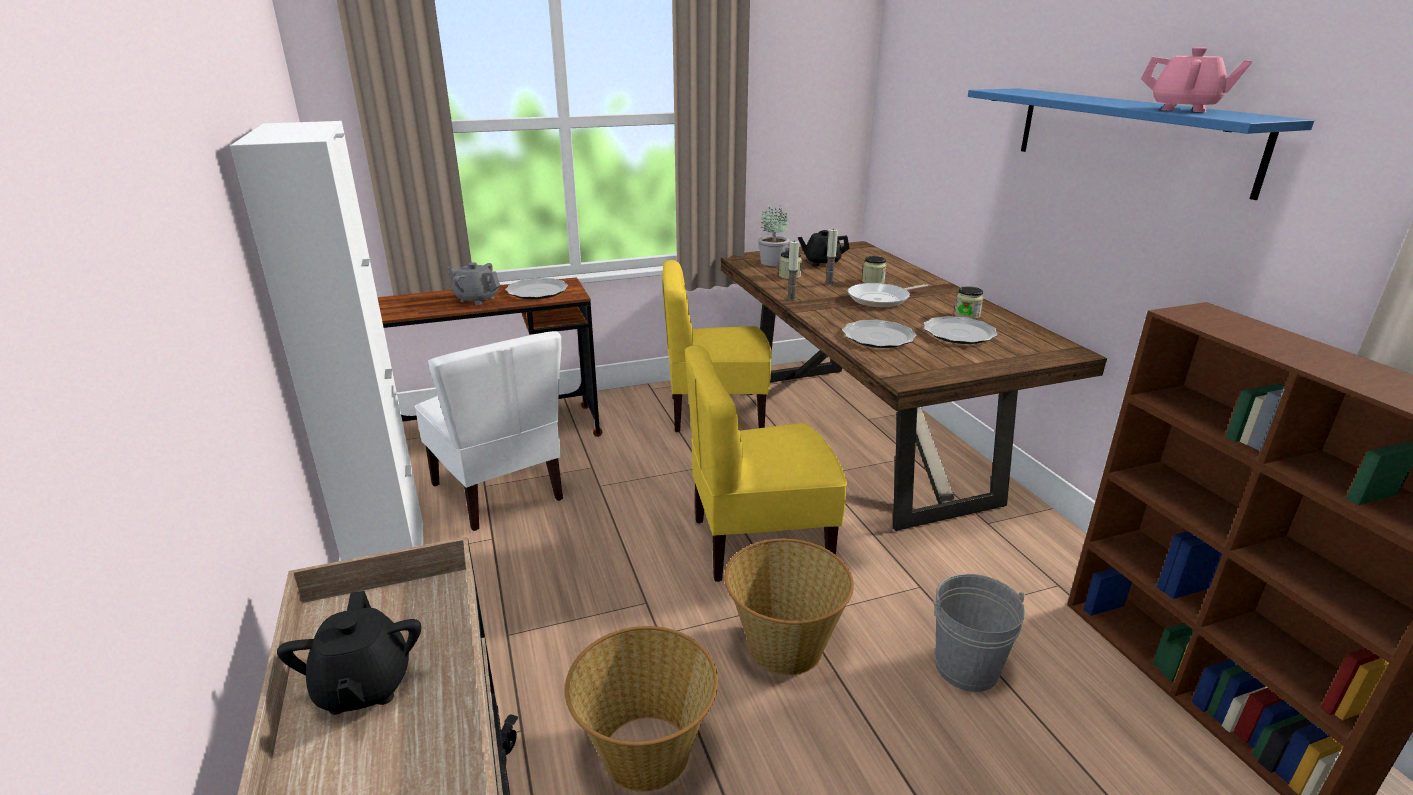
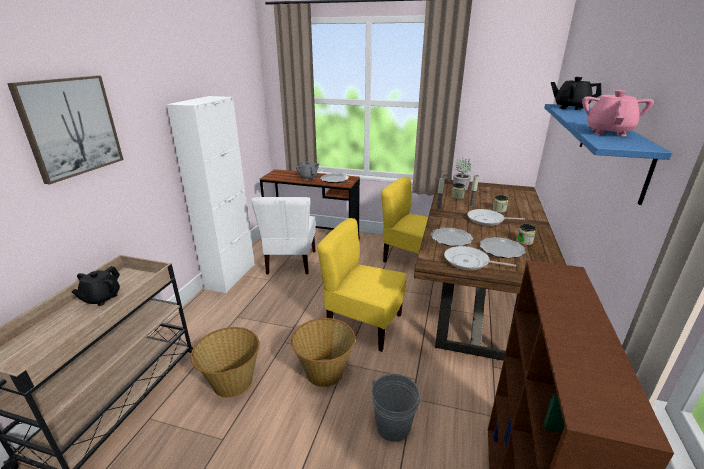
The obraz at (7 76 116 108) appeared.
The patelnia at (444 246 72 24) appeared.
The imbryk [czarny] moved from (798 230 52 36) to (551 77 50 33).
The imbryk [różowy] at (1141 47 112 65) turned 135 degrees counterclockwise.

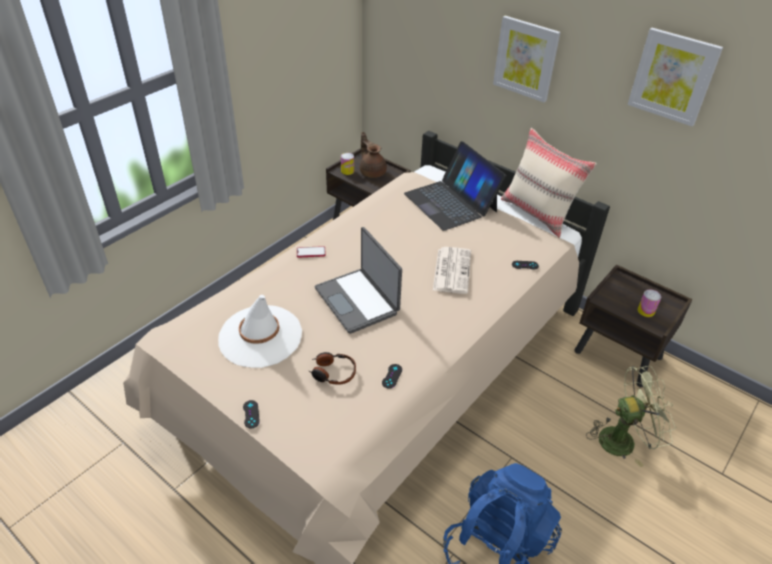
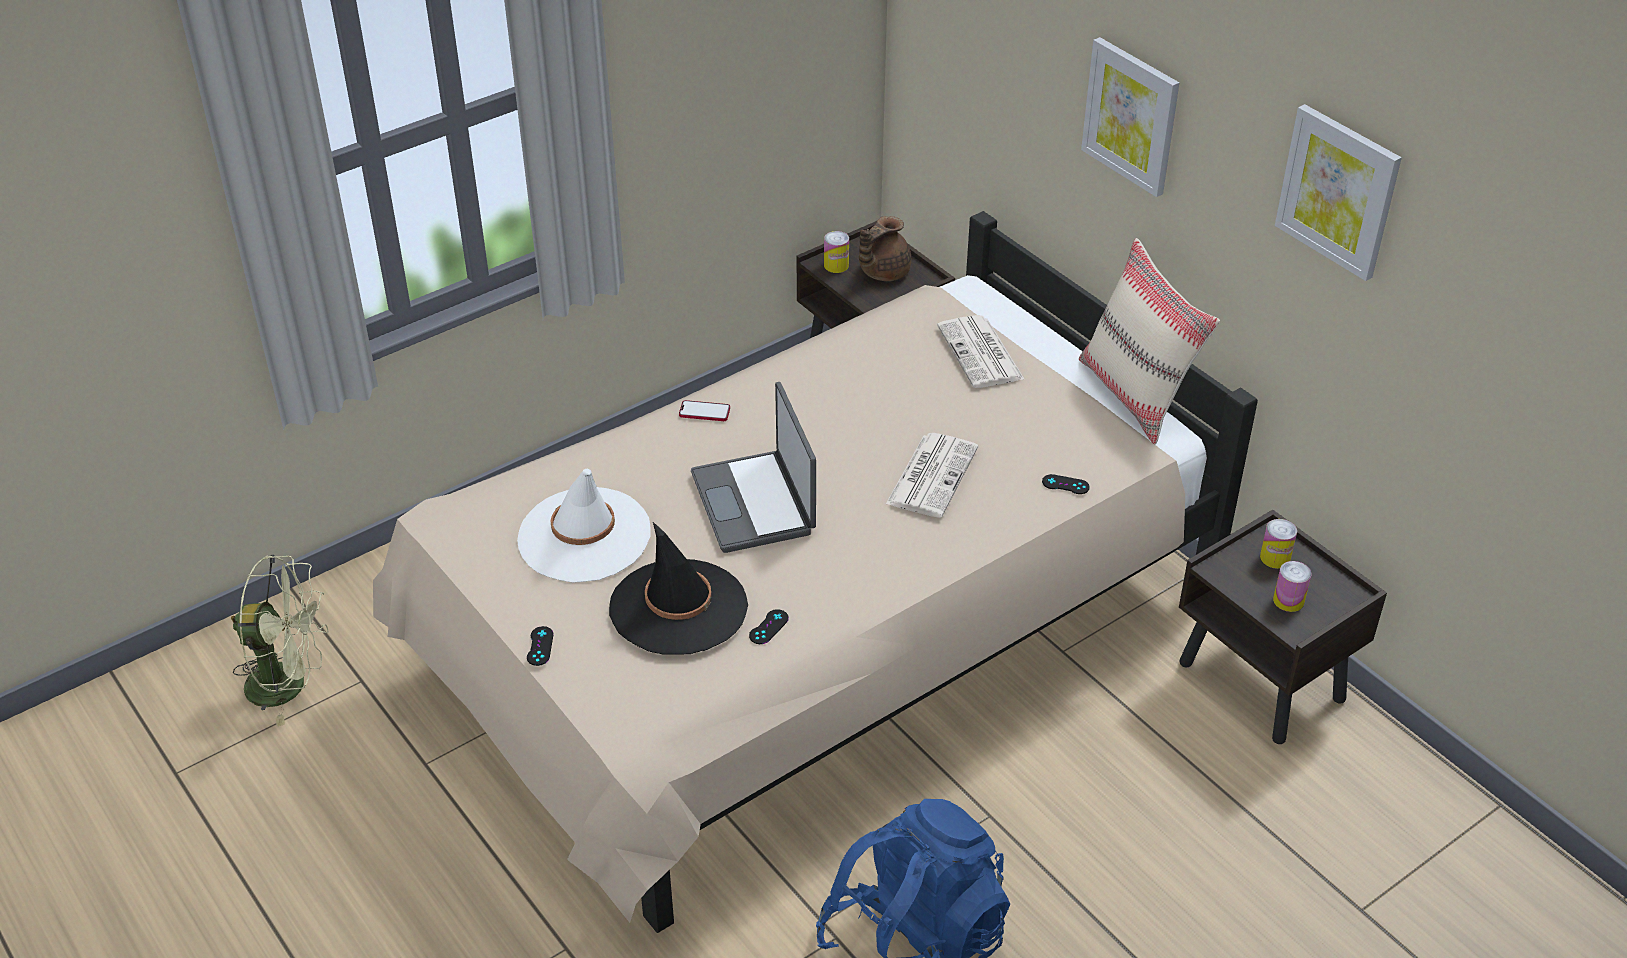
The wentylator [zielony] moved from (586 366 90 101) to (231 555 98 171).
The słuchawki at (309 352 47 33) was replaced by the kapelusz [czarny] at (609 522 139 133).
The imbryk [brązowy] at (360 132 27 46) turned 120 degrees counterclockwise.
The laptop at (404 141 102 90) was replaced by the gazeta at (937 315 88 73).
The puszka at (1260 519 37 50) appeared.

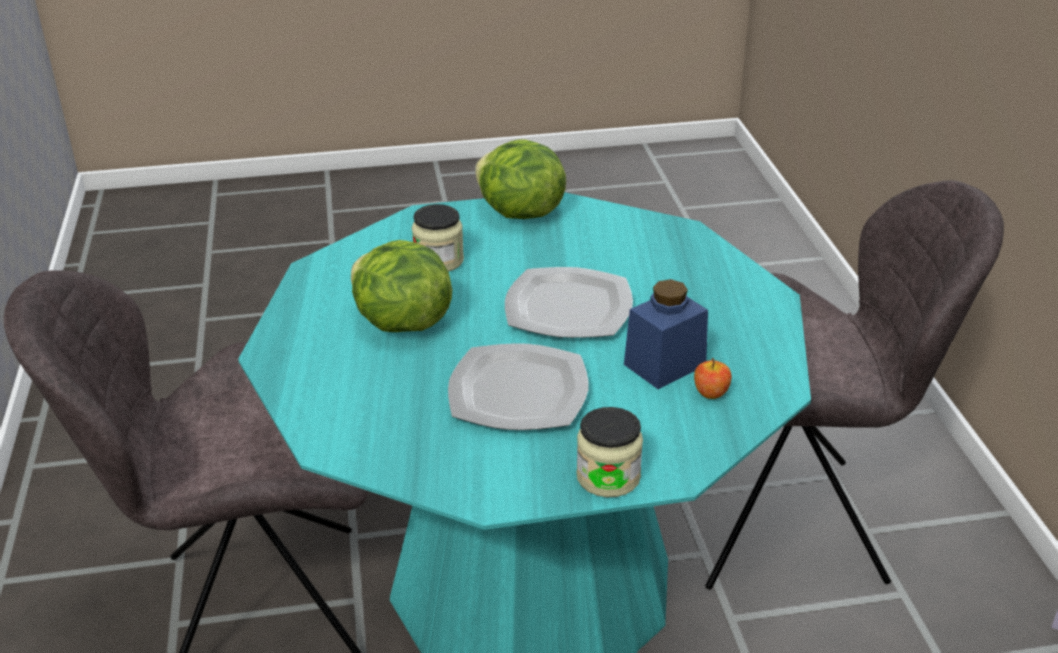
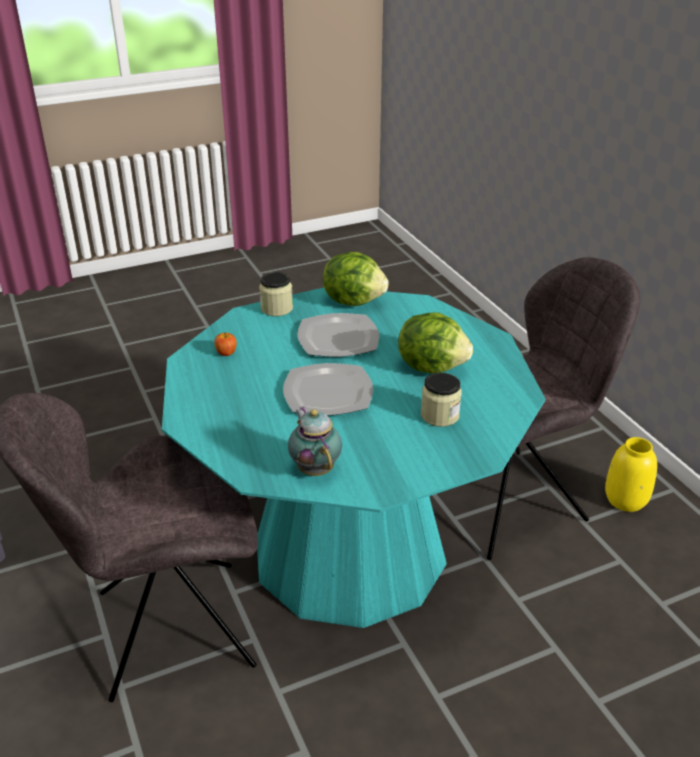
The imbryk at (288 407 54 69) appeared.
The sałata moved from (475 139 91 80) to (323 252 66 54).
The wazon [żółty] at (605 437 52 75) appeared.
The słoik [niebieski] at (624 279 84 110) disappeared.

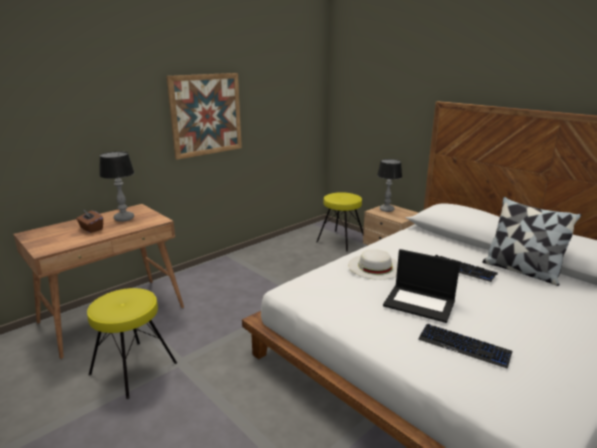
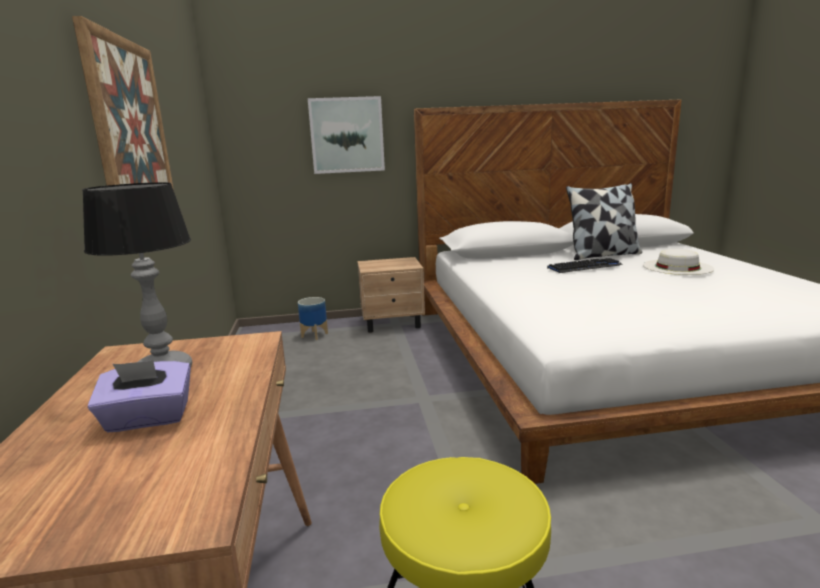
The pudełko chusteczek [brązowy] at (76 209 27 24) became the pudełko chusteczek [fioletowy] at (88 360 103 72).
The stołek [żółty] at (316 192 47 60) was replaced by the donica at (298 297 30 43).
The obraz at (308 96 77 78) appeared.
The kapelusz [biały] moved from (348 249 50 31) to (643 249 71 26).
The lampa stołowa at (377 159 25 53) disappeared.
The laptop at (383 249 77 74) disappeared.
The klawiatura at (418 324 94 45) disappeared.

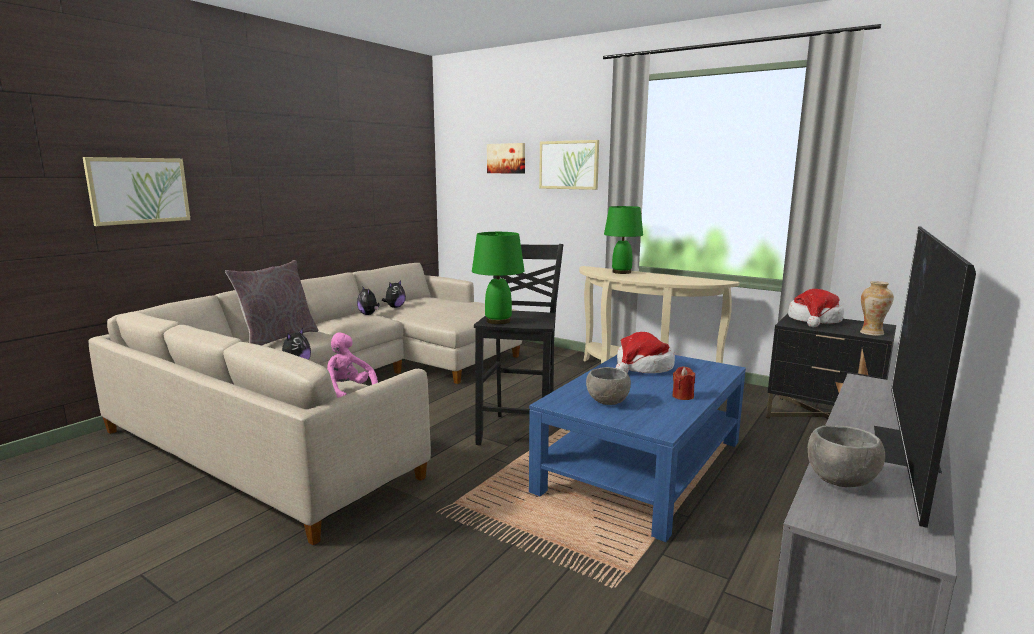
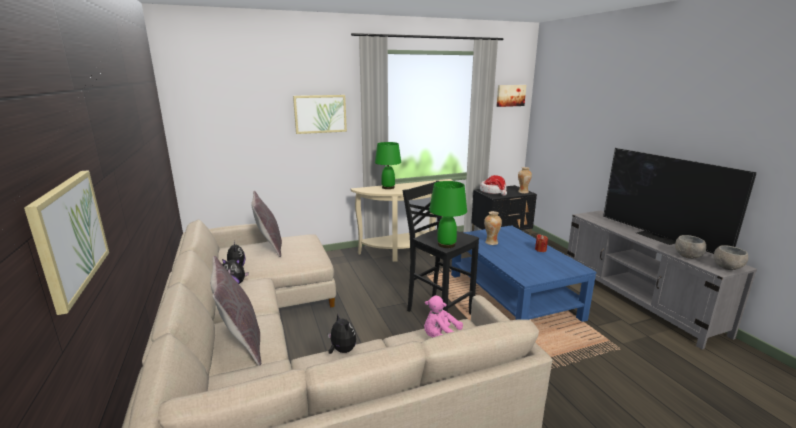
The poduszka [szary] at (251 191 31 66) appeared.
The kapelusz at (616 332 59 41) was replaced by the wazon at (484 211 18 34).
The obraz moved from (487 143 38 30) to (497 85 29 22).
The miska [szary] moved from (586 367 45 38) to (714 245 34 25).

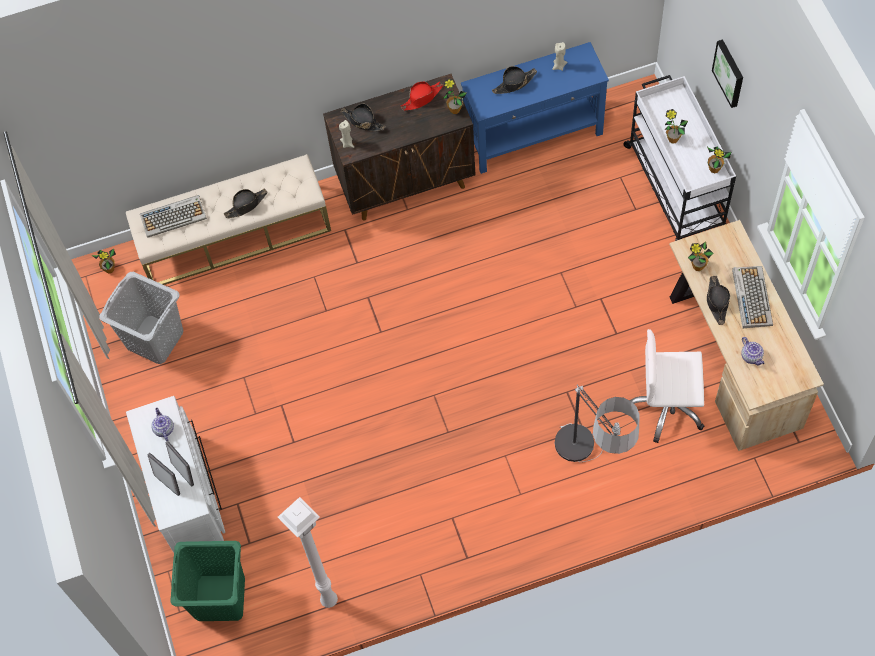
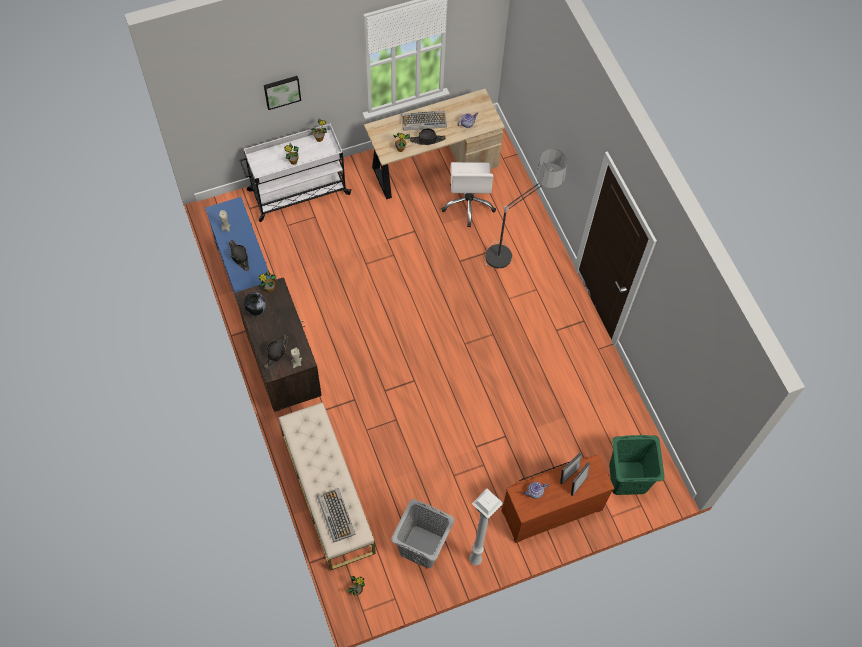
The kapelusz [czerwony] at (401 81 42 30) was replaced by the wazon at (244 292 22 25).
The lampa stojąca [biały] moved from (278 497 60 111) to (469 489 34 76).
The komoda [biały] at (126 396 99 157) became the komoda [brązowy] at (502 455 112 88).
The kapelusz [czarny] at (224 189 44 29) disappeared.

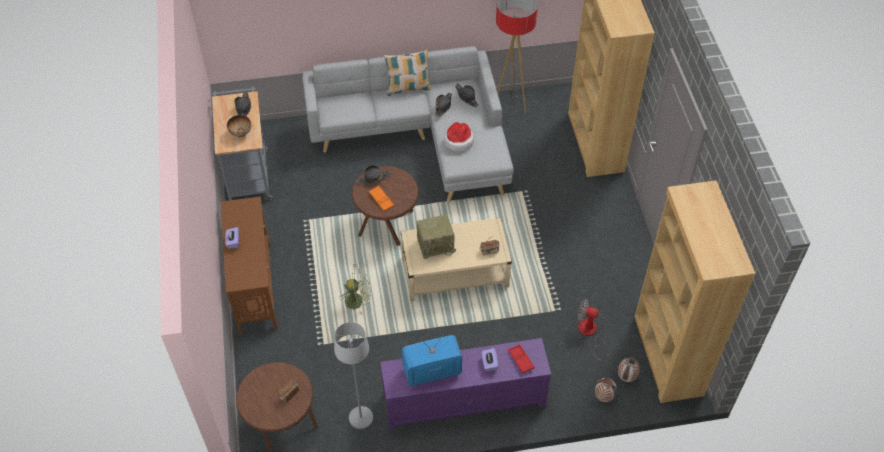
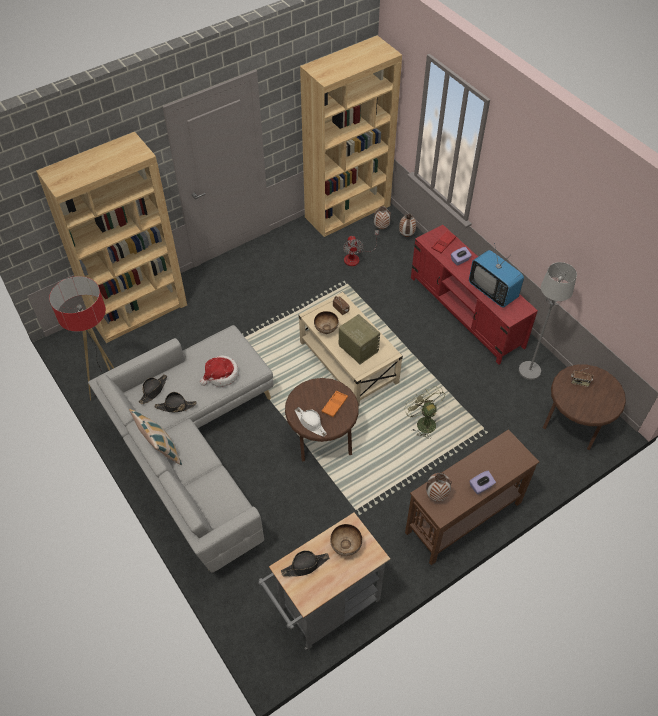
The kapelusz [czarny] at (355 165 37 19) became the kapelusz [biały] at (295 407 32 30).
The miska at (314 311 25 23) appeared.
The szafka pod telewizor [fioletowy] at (380 338 171 93) became the szafka pod telewizor [czerwony] at (411 225 127 140).
The wazon at (426 473 26 28) appeared.

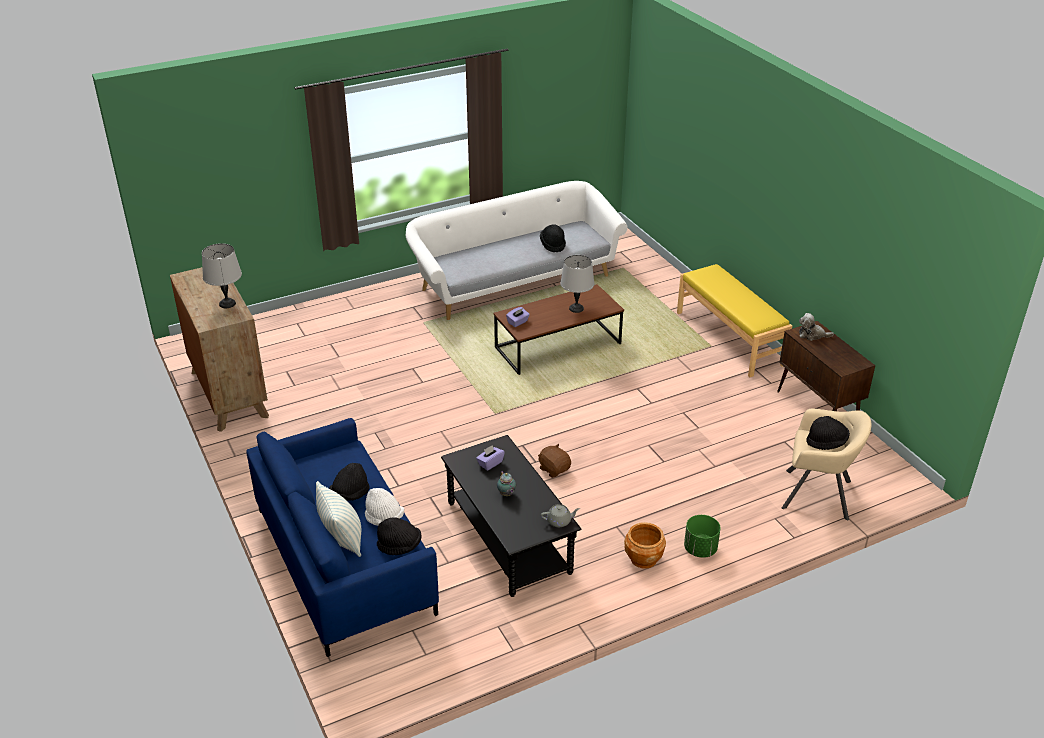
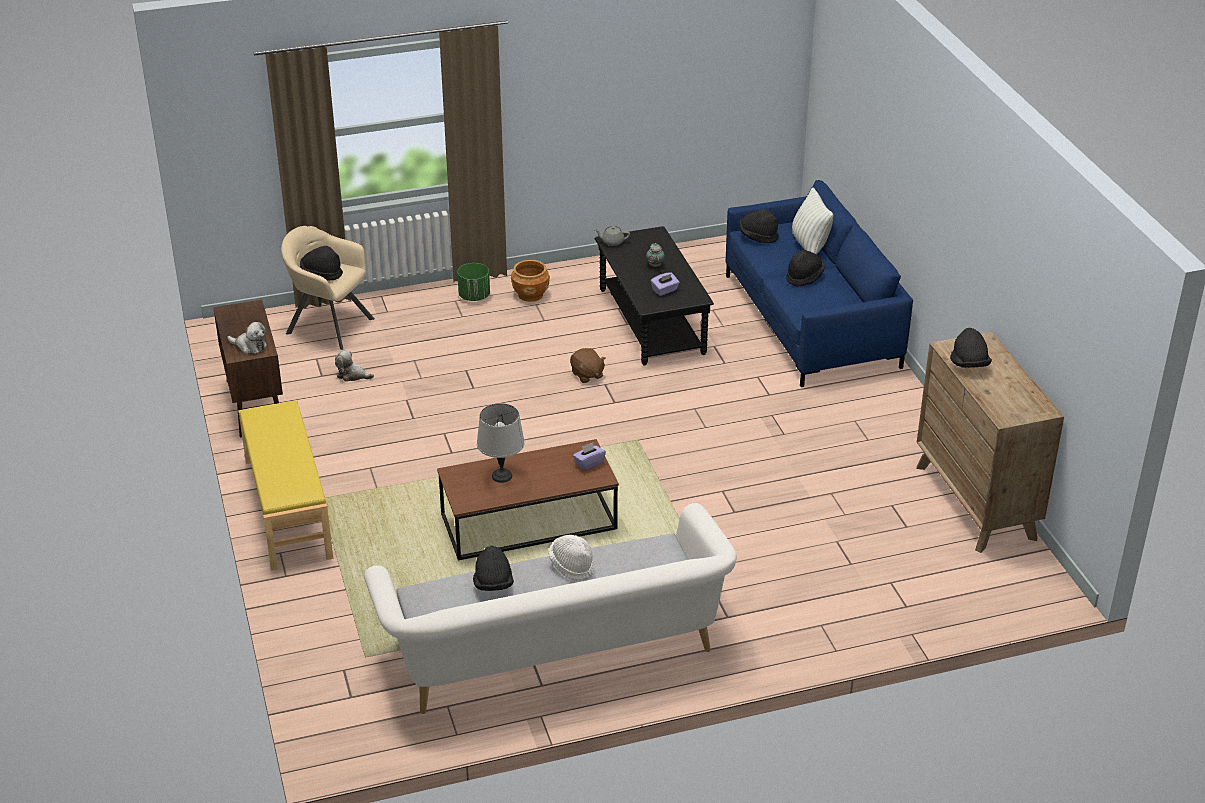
The pluszak at (335 350 39 32) appeared.
The kapelusz [biały] moved from (365 488 39 38) to (549 535 46 46).
The lampa stołowa [szary] at (202 243 40 65) was replaced by the kapelusz [czarny] at (950 328 42 40).

